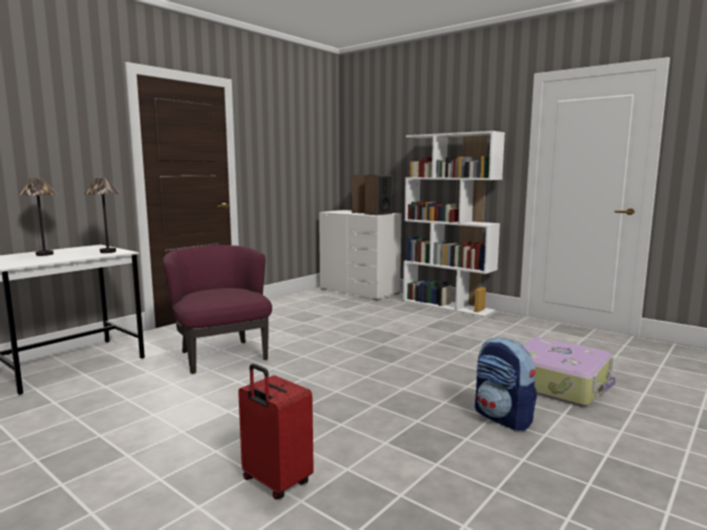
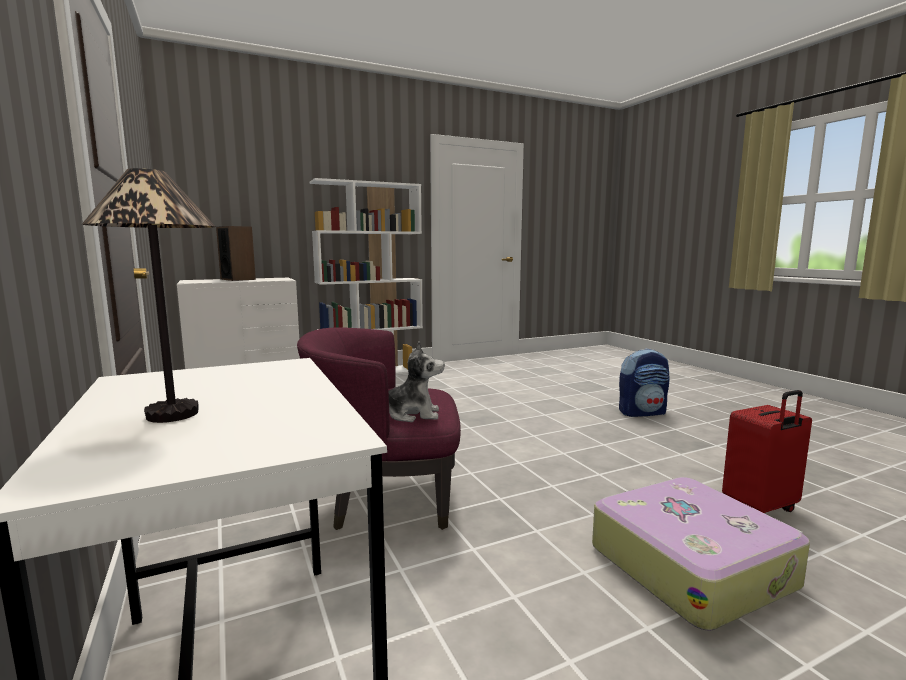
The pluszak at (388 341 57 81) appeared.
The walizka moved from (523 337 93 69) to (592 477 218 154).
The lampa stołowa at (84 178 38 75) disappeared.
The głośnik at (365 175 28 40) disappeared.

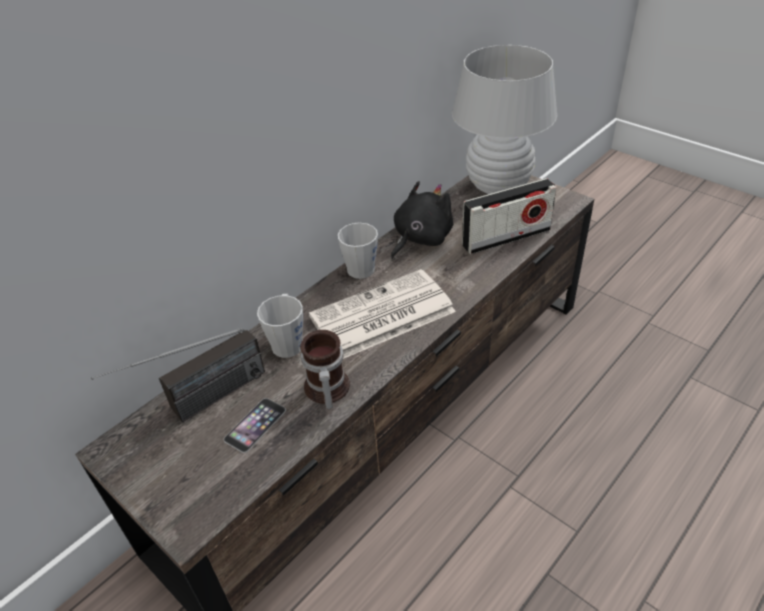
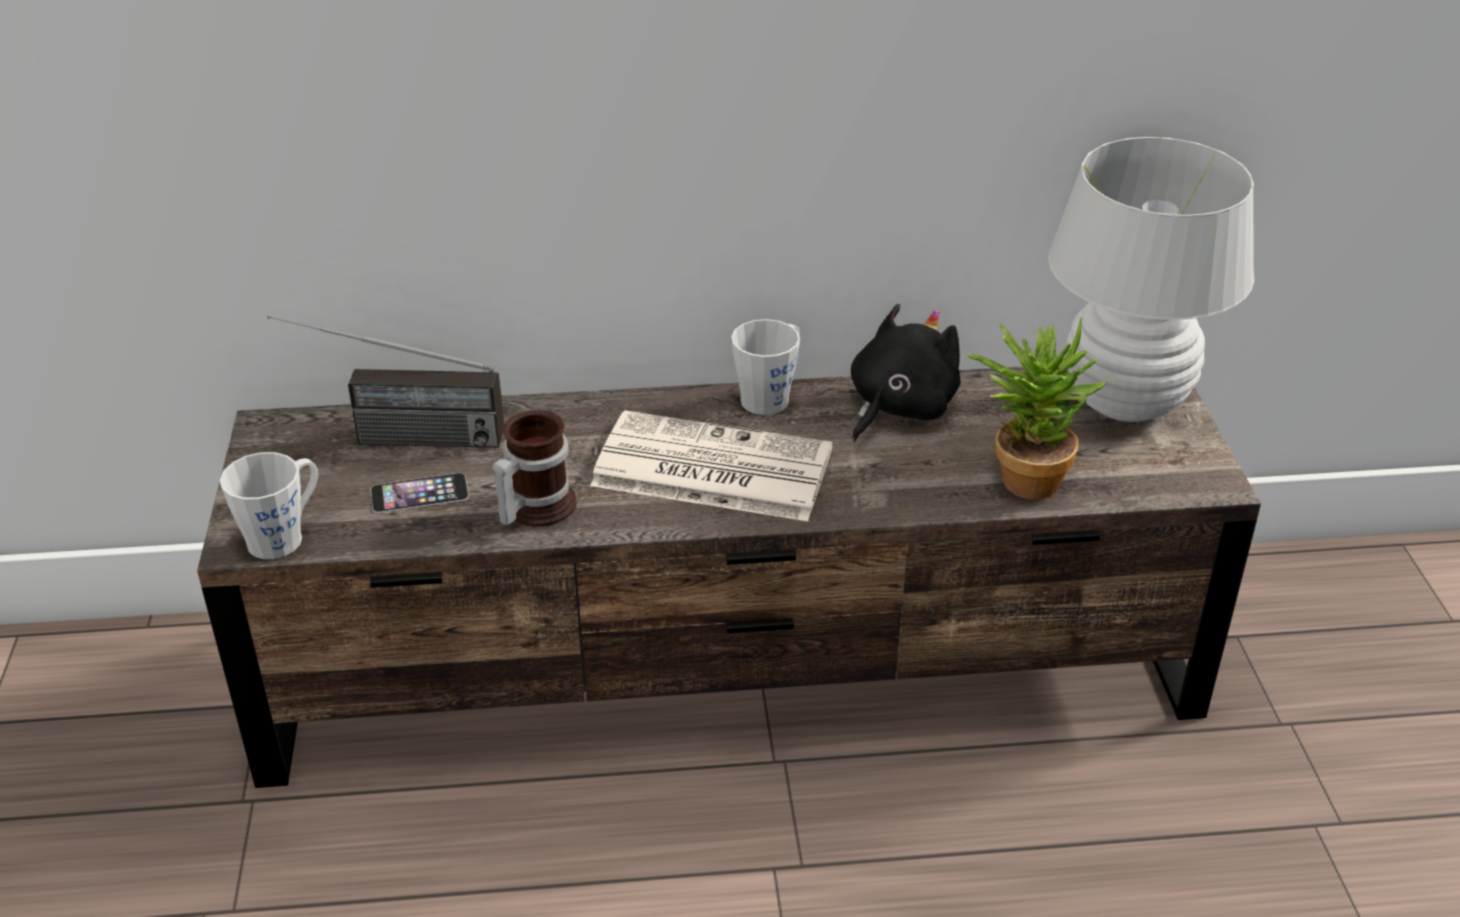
The kubek [szary] moved from (257 294 46 64) to (220 452 98 107).
The pluszak [czarny] at (391 181 62 78) turned 45 degrees counterclockwise.
The radio at (462 178 95 76) was replaced by the roślina doniczkowa at (967 317 139 183).

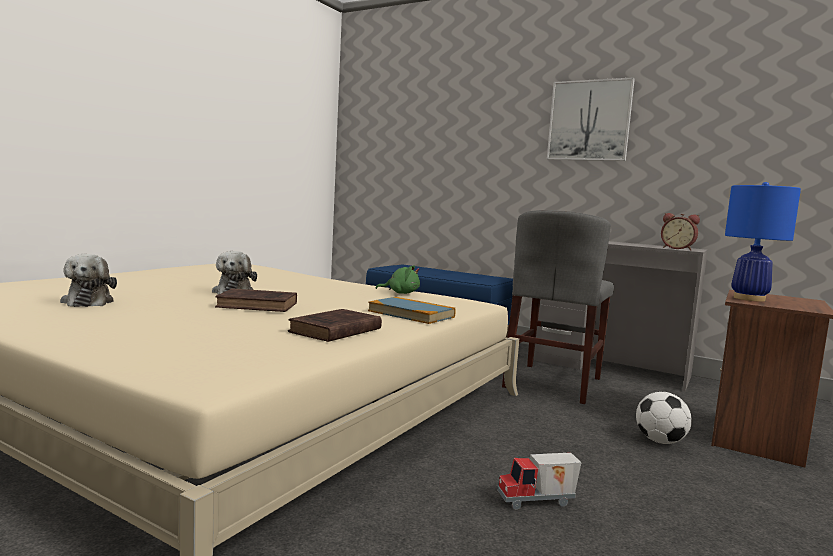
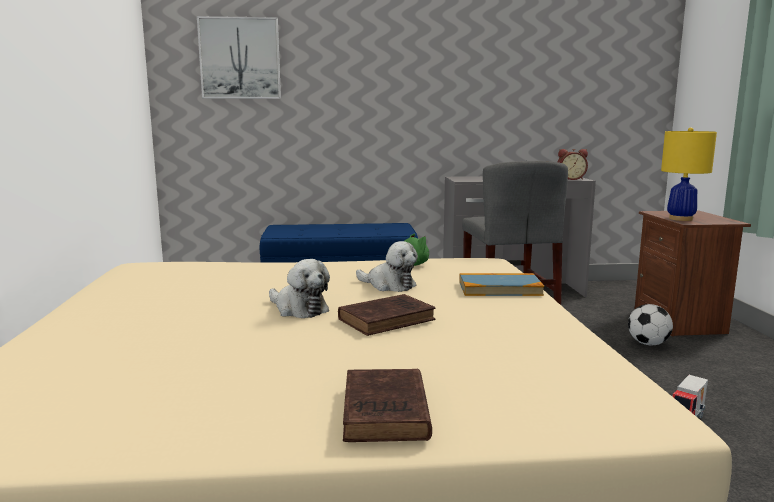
The obraz moved from (547 77 88 84) to (197 16 84 83).
The książka [brązowy] moved from (288 309 94 33) to (343 369 89 73).
The pluszak moved from (60 254 57 53) to (356 241 62 51).
The lampa stołowa [niebieski] at (725 182 76 120) became the lampa stołowa [żółty] at (661 128 56 93).

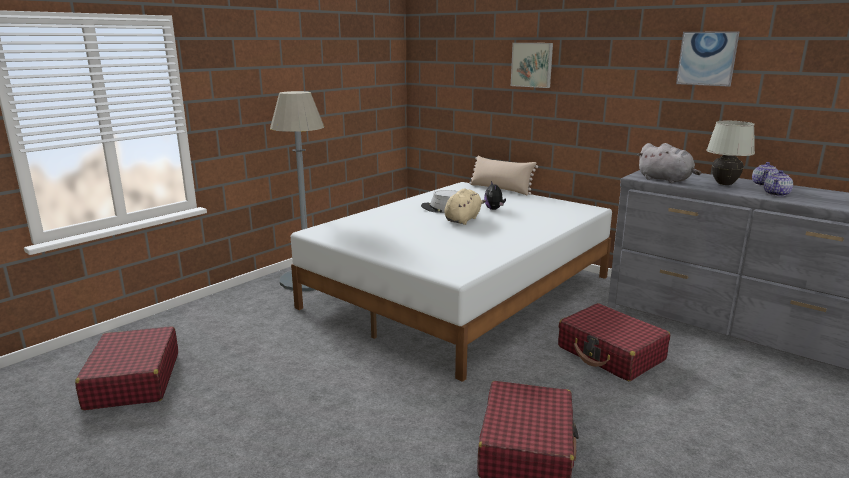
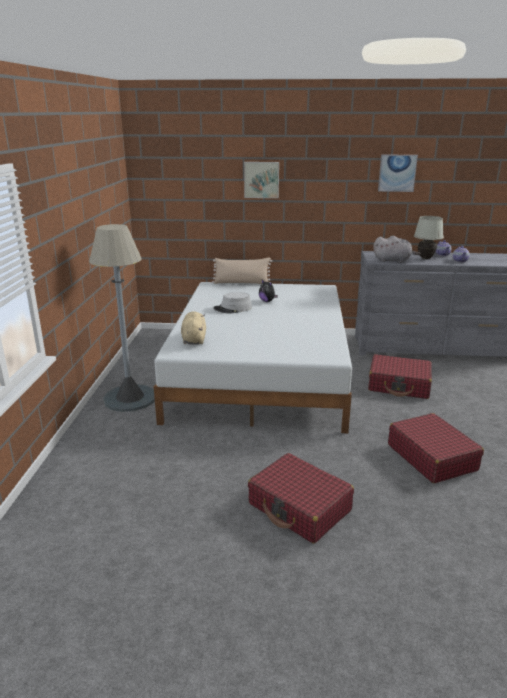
The pluszak [beżowy] moved from (444 188 42 37) to (181 311 25 33).
The walizka [czerwony] moved from (75 326 103 84) to (248 453 106 90).

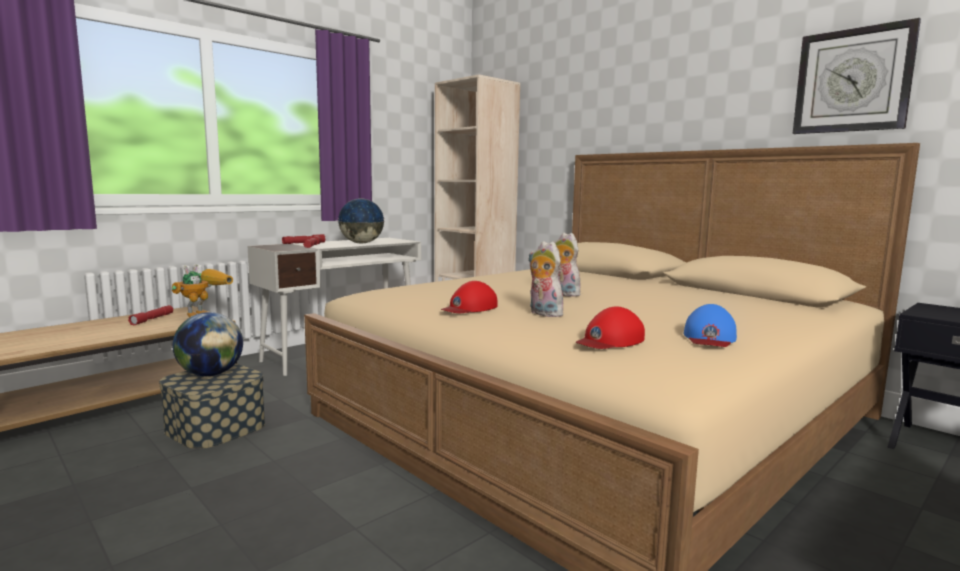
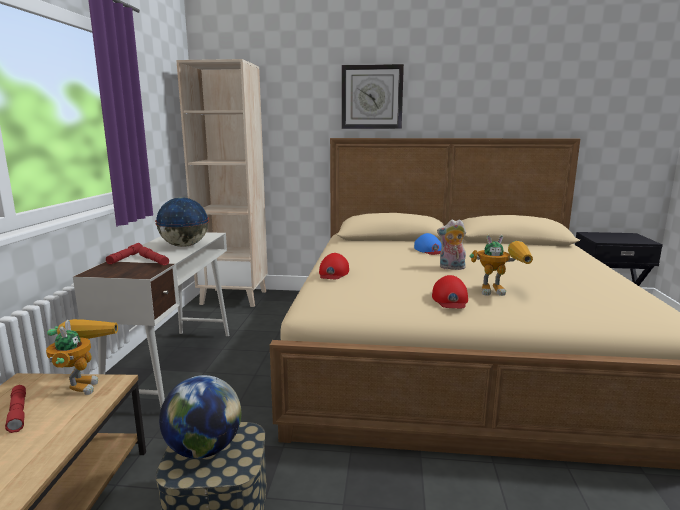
The czapka z daszkiem [czerwony] moved from (576 306 69 43) to (319 253 30 26).
The zegar ścienny moved from (793 18 128 116) to (342 64 62 65).
The czapka z daszkiem [niebieski] moved from (684 304 53 43) to (414 233 28 22).
The pluszak at (529 241 35 76) was replaced by the robot zabawkowy at (470 235 63 61).

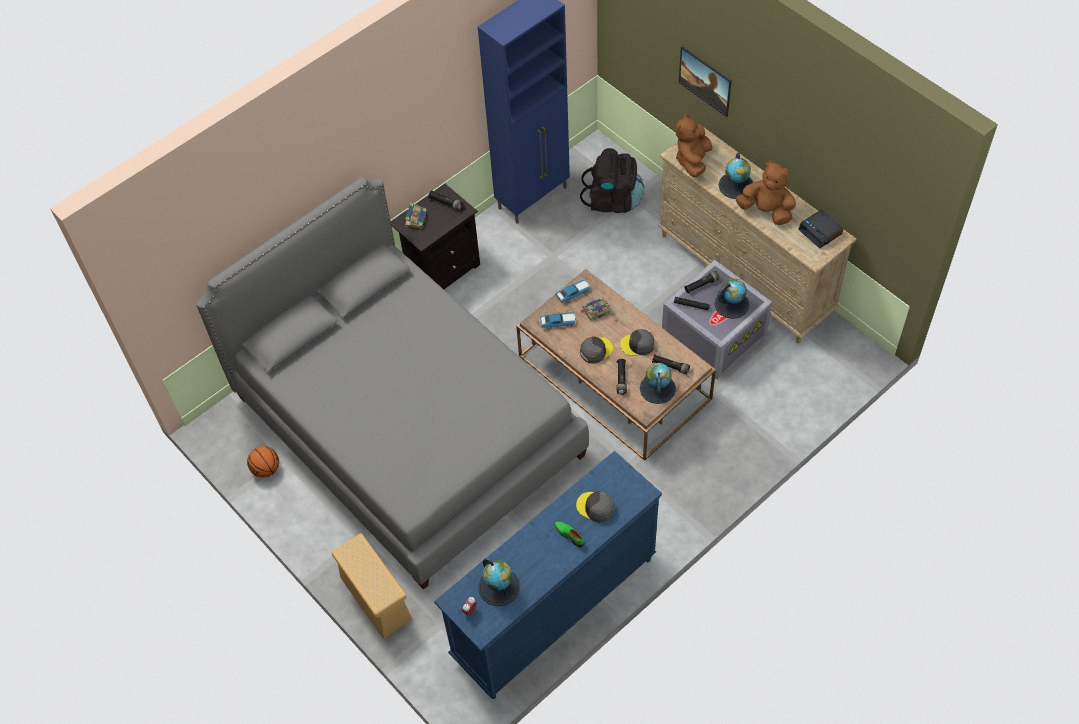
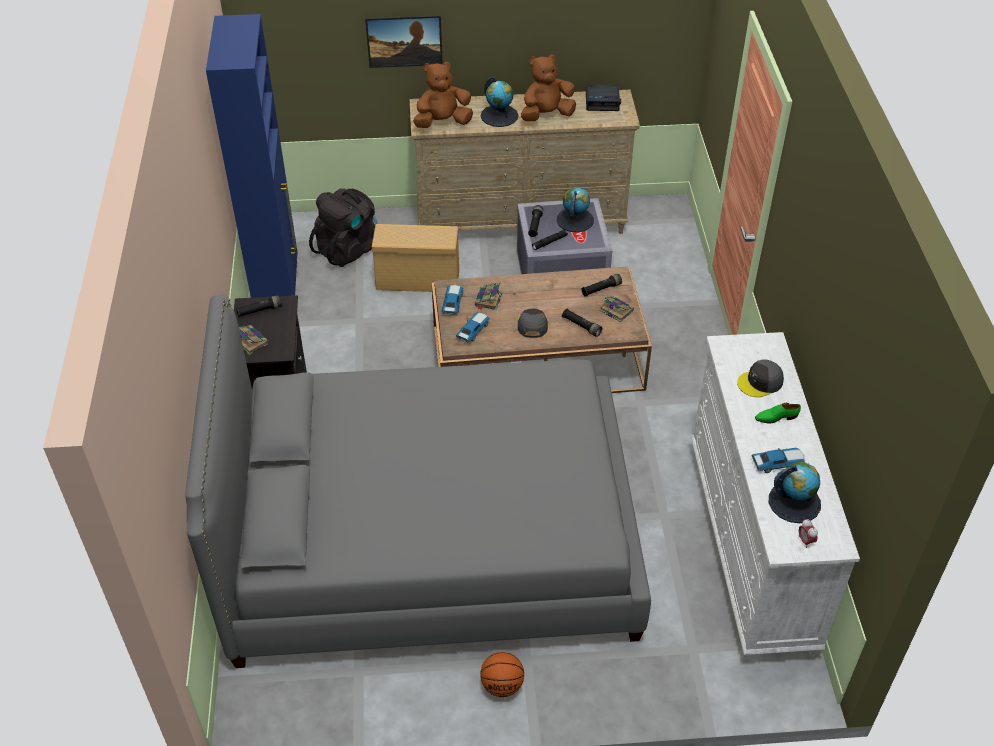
The pojemnik do przechowywania [beżowy] moved from (331 533 81 105) to (372 224 87 68).
The pluszak [brązowy] at (676 114 37 63) turned 105 degrees clockwise.
The piłka do koszykówki moved from (247 446 32 32) to (480 652 44 45).
The globus at (640 363 36 41) was replaced by the książka at (599 296 35 27).
The komoda [niebieski] at (434 451 228 248) became the komoda [biały] at (690 332 170 330).
The samochodzik at (751 448 54 25) appeared.
The czapka z daszkiem [szary] at (620 329 34 27) disappeared.

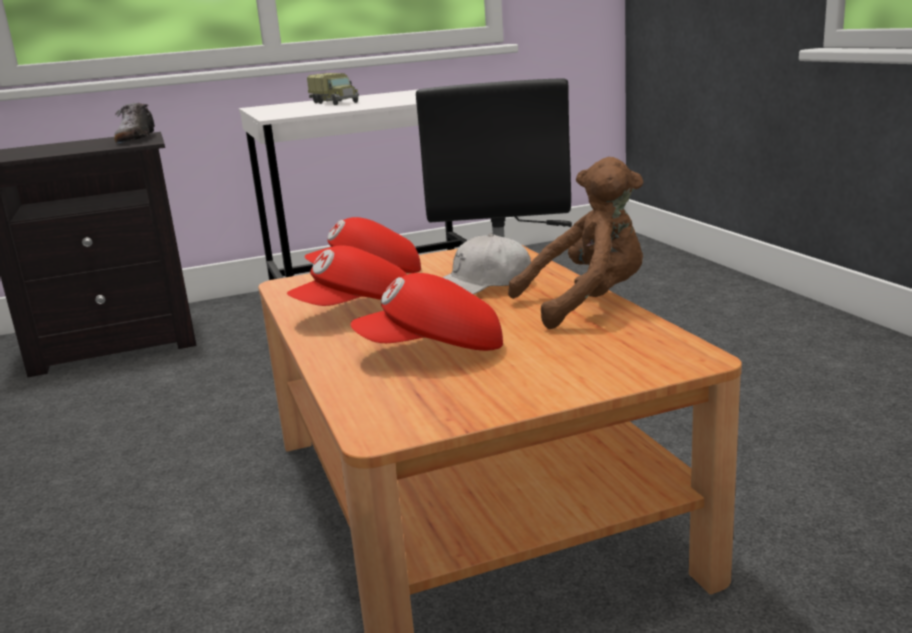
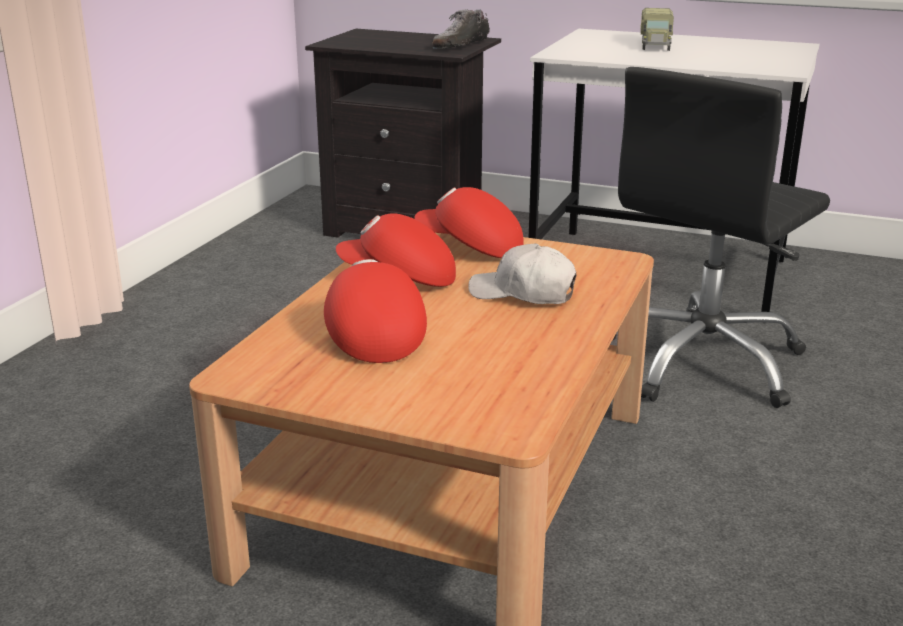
The czapka z daszkiem [czerwony] at (350 273 153 78) turned 45 degrees clockwise.
The pluszak [brązowy] at (508 157 135 172) disappeared.

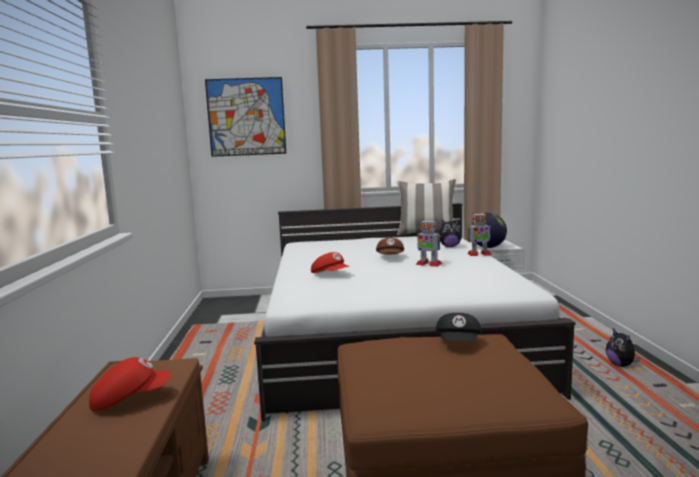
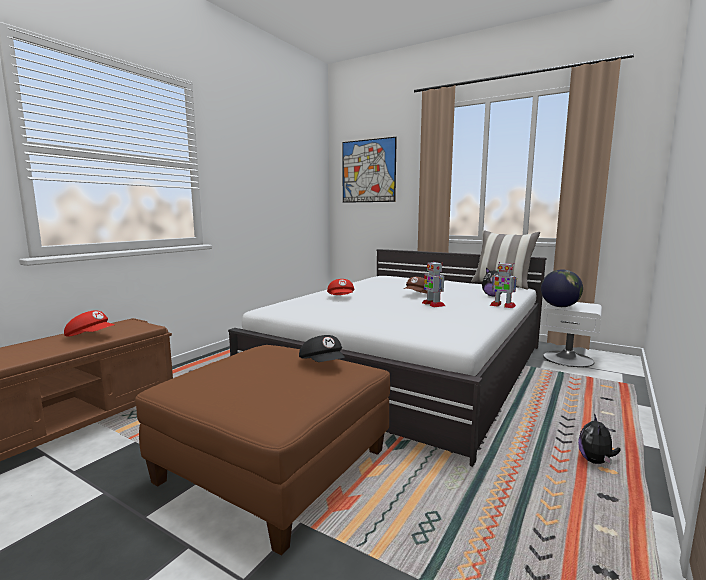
The czapka z daszkiem [czarny] at (436 313 45 28) turned 75 degrees counterclockwise.

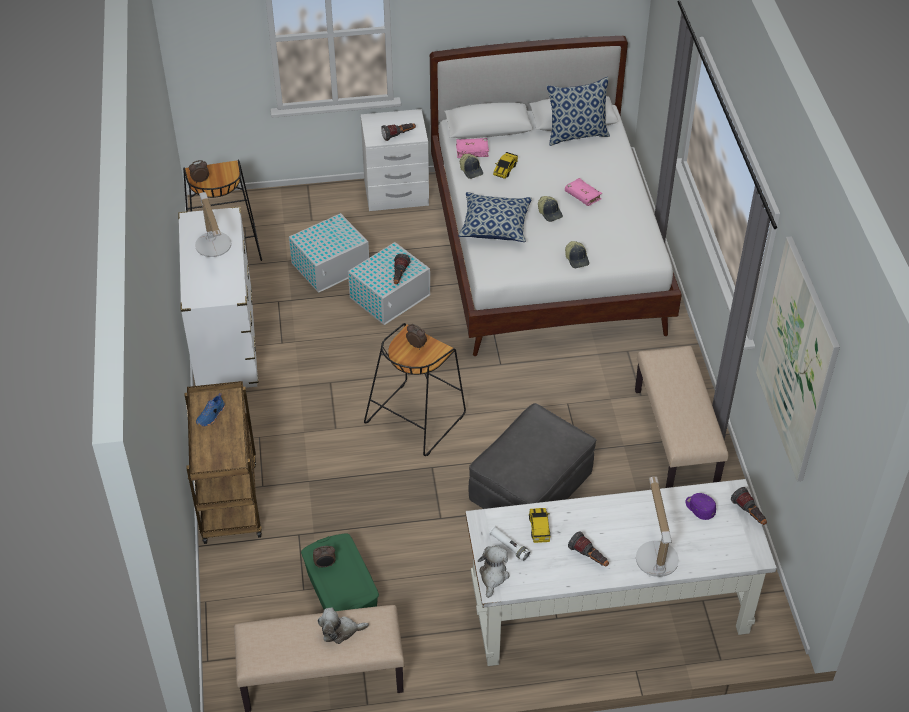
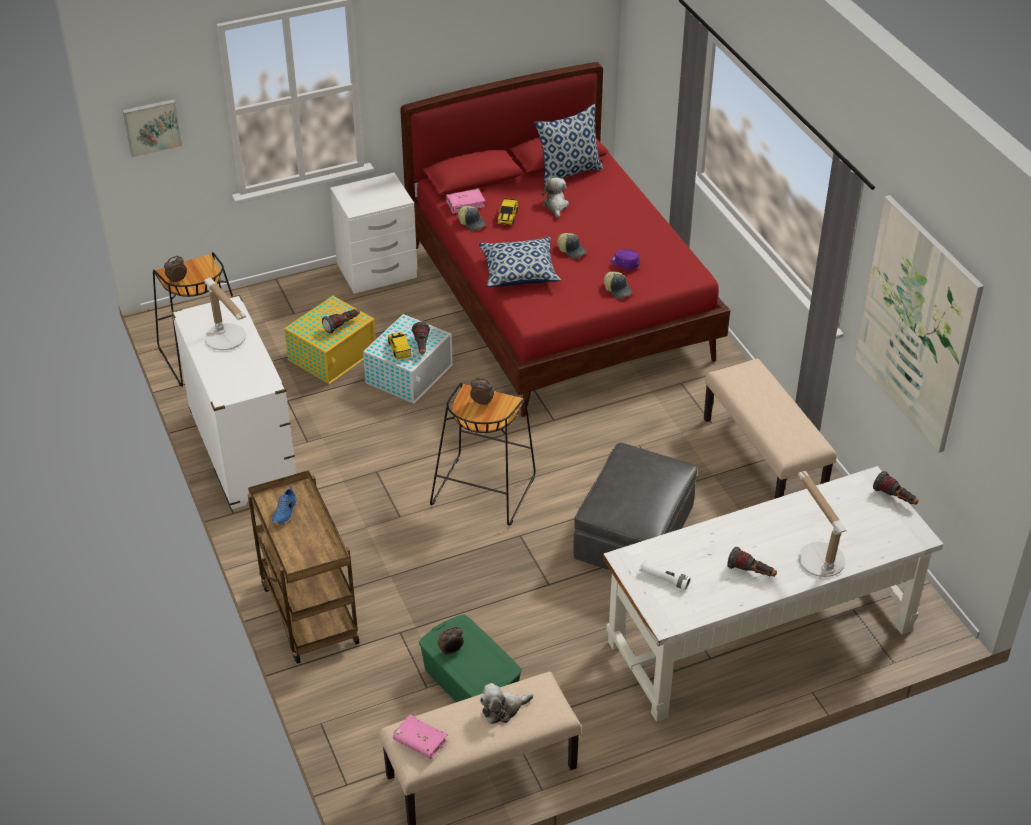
The obraz at (122 99 60 58) appeared.
The pojemnik do przechowywania [biały] at (289 213 80 80) became the pojemnik do przechowywania [żółty] at (284 296 92 88).
The latarka moved from (381 123 35 18) to (322 309 38 24).
The samochodzik moved from (529 508 22 35) to (388 332 24 28).
The książka [różowy] moved from (565 178 37 28) to (393 715 55 44).
The łóżko [biały] at (430 36 252 320) became the łóżko [czerwony] at (400 62 330 355).
The pluszak moved from (478 545 32 53) to (541 177 28 41).
The czapka z daszkiem [fioletowy] moved from (685 493 31 27) to (610 249 30 21).

